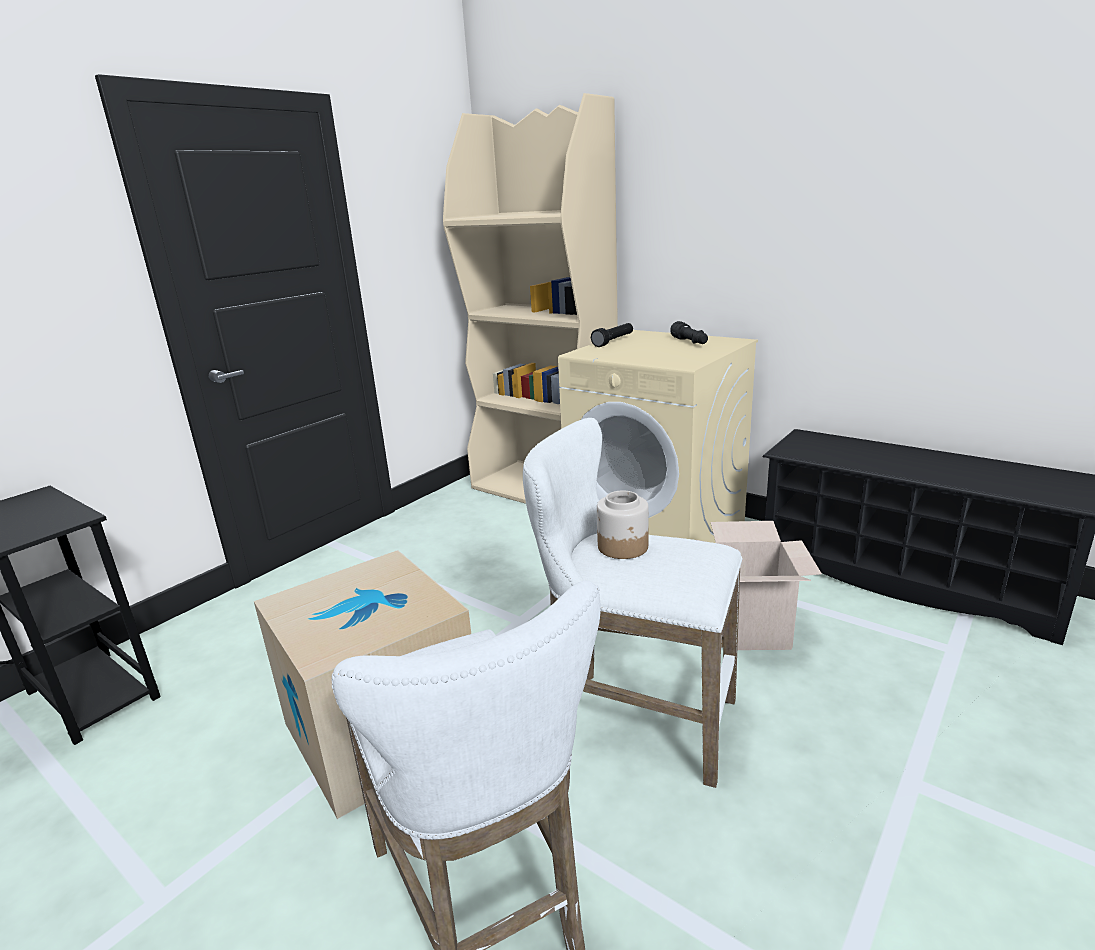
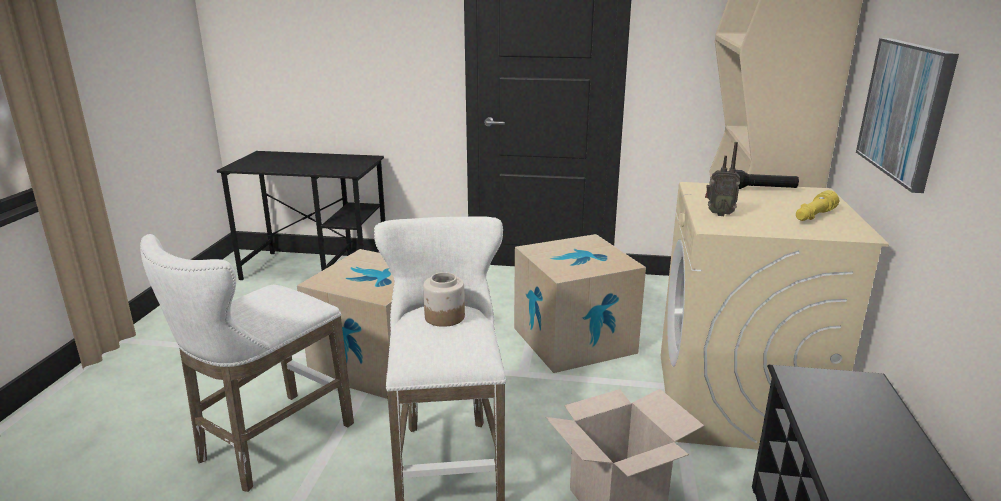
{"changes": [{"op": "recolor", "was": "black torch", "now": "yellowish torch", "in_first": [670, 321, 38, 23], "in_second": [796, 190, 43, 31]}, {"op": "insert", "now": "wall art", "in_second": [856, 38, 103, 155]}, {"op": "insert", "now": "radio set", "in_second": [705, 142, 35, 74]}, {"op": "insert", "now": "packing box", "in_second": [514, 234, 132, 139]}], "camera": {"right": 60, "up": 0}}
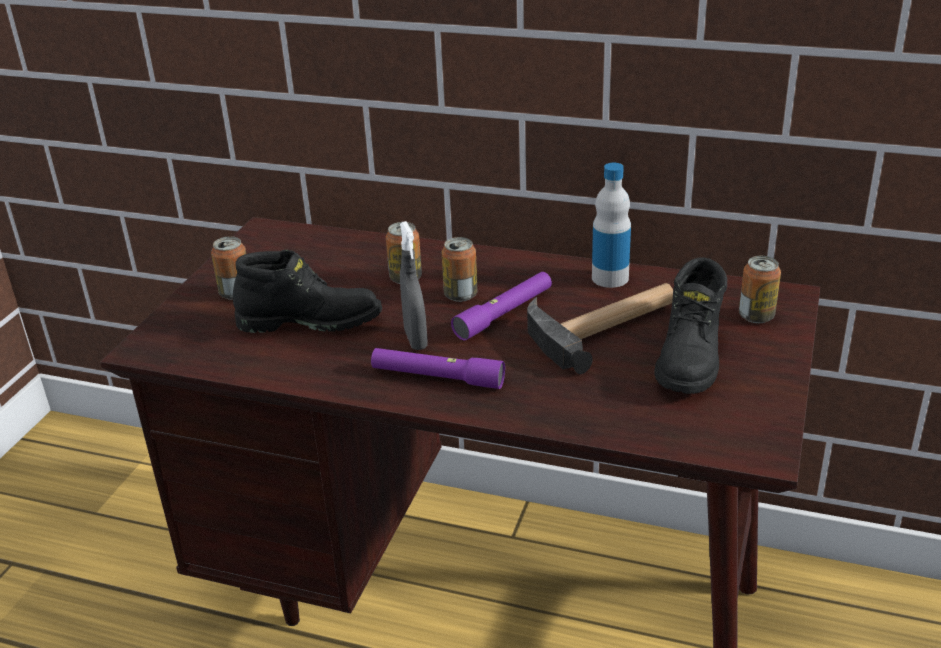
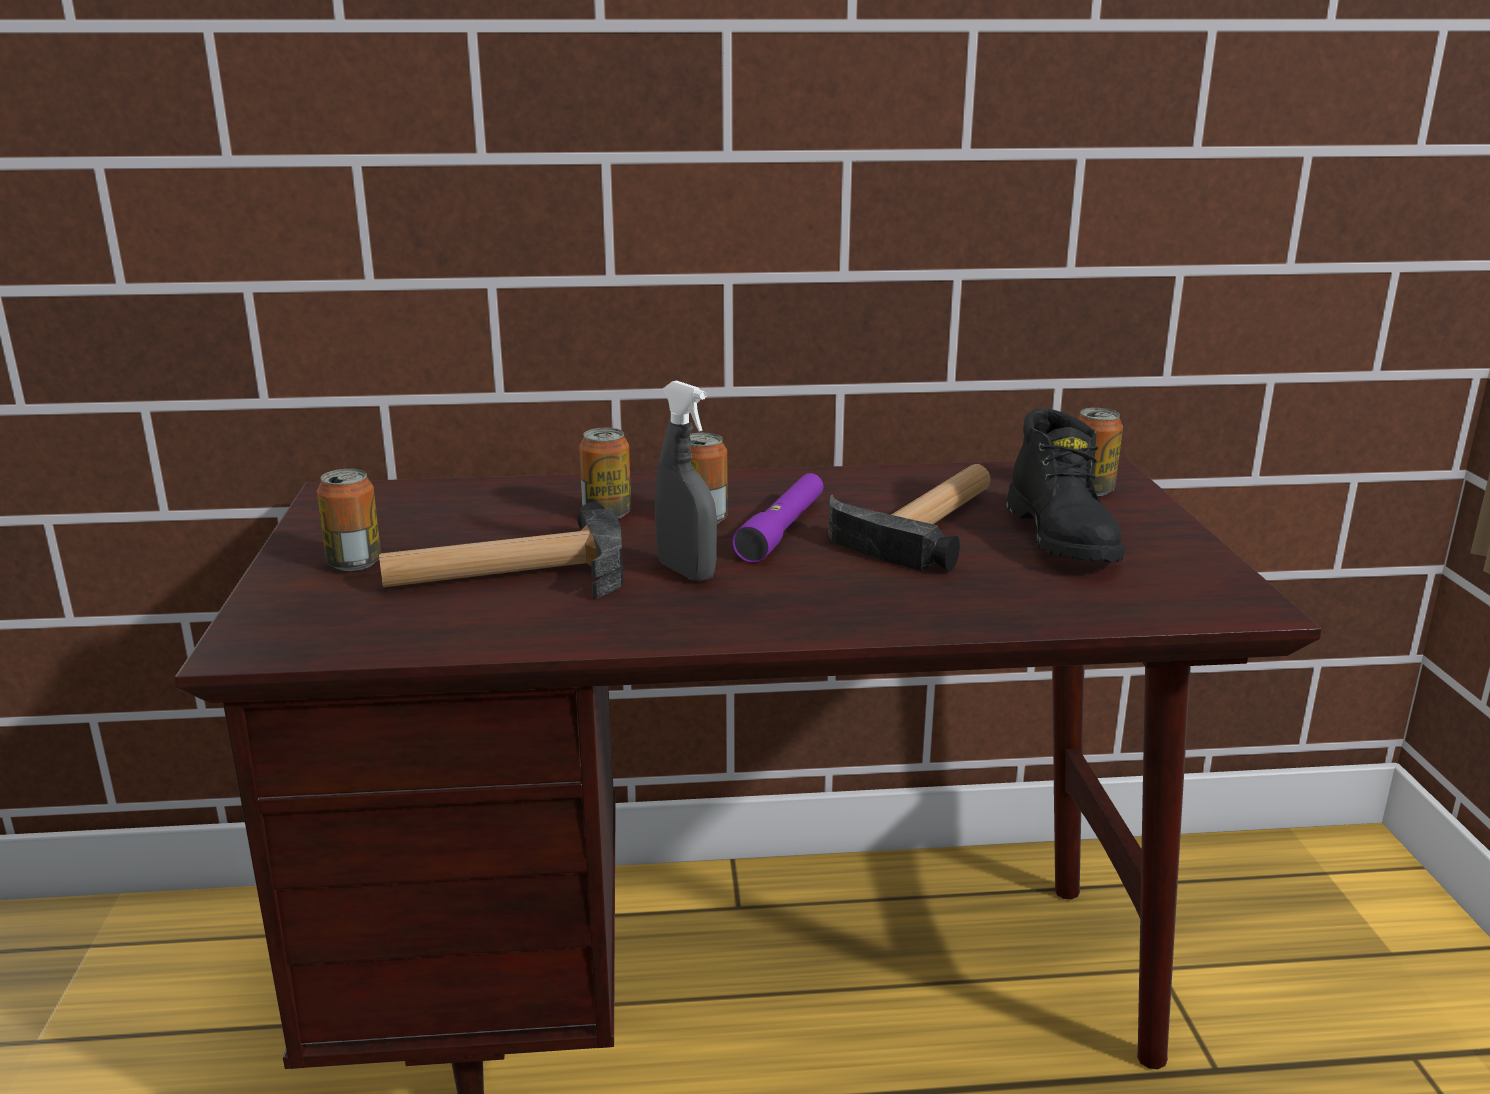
{"changes": [{"op": "delete", "was": "drink bottle", "in_first": [592, 163, 39, 125]}, {"op": "replace", "was": "black tall boot", "now": "hand hammer", "in_first": [233, 250, 149, 83], "in_second": [379, 502, 244, 97]}, {"op": "delete", "was": "purplish torch", "in_first": [371, 348, 134, 41]}], "camera": {"right": -25, "up": -10}}
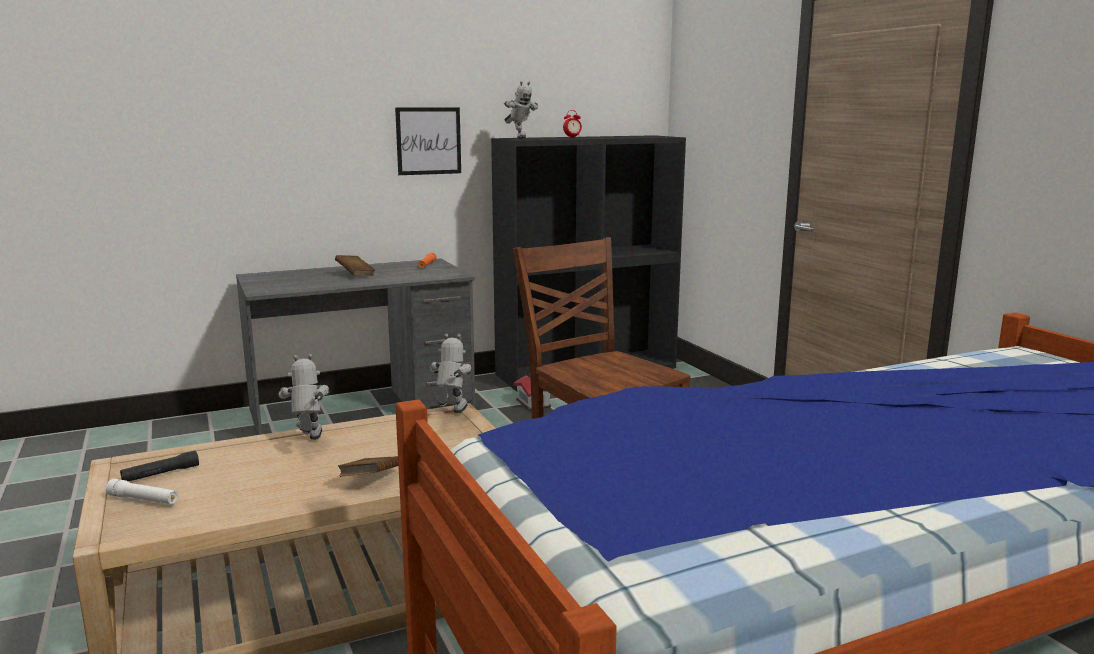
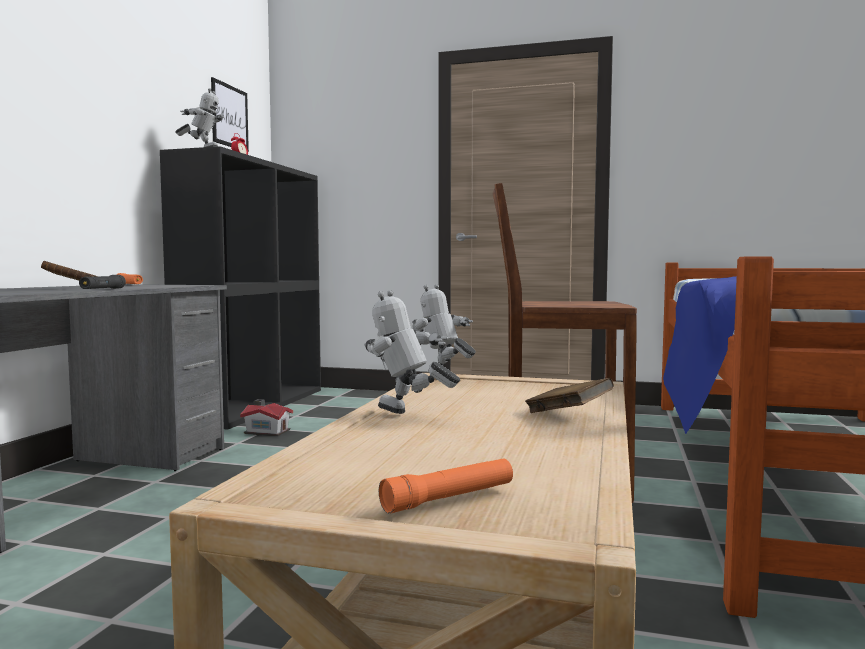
{"changes": [{"op": "move", "was": "wall art", "in_first": [395, 108, 66, 67], "in_second": [211, 77, 38, 75]}, {"op": "move", "was": "black torch", "in_first": [120, 450, 79, 31], "in_second": [79, 275, 47, 14]}, {"op": "recolor", "was": "white torch", "now": "orange-coloured torch", "in_first": [106, 479, 72, 25], "in_second": [379, 459, 134, 54]}], "camera": {"right": -50, "up": -10}}
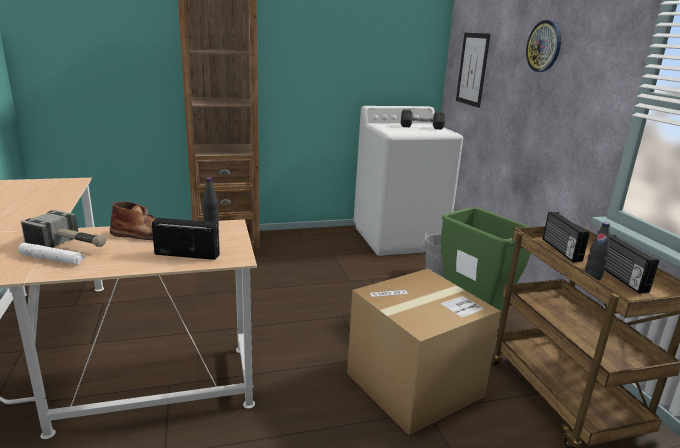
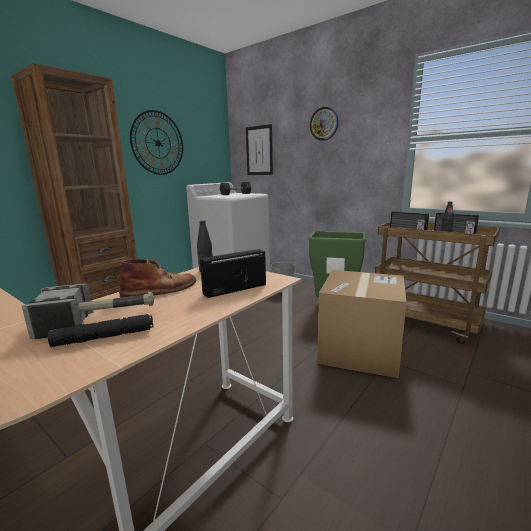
{"changes": [{"op": "recolor", "was": "white torch", "now": "black torch", "in_first": [18, 243, 67, 22], "in_second": [48, 314, 105, 33]}, {"op": "insert", "now": "wall clock", "in_second": [130, 110, 53, 65]}], "camera": {"right": -35, "up": -5}}
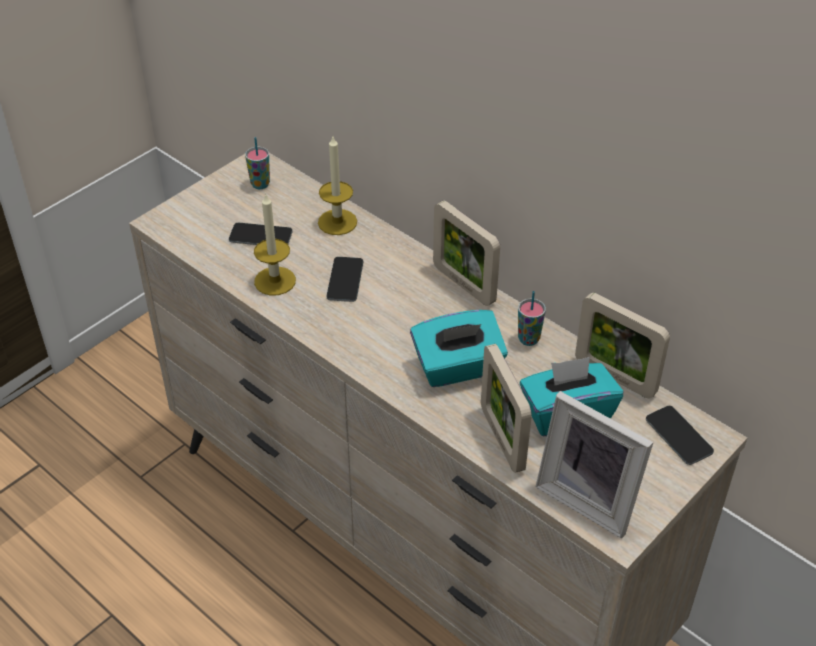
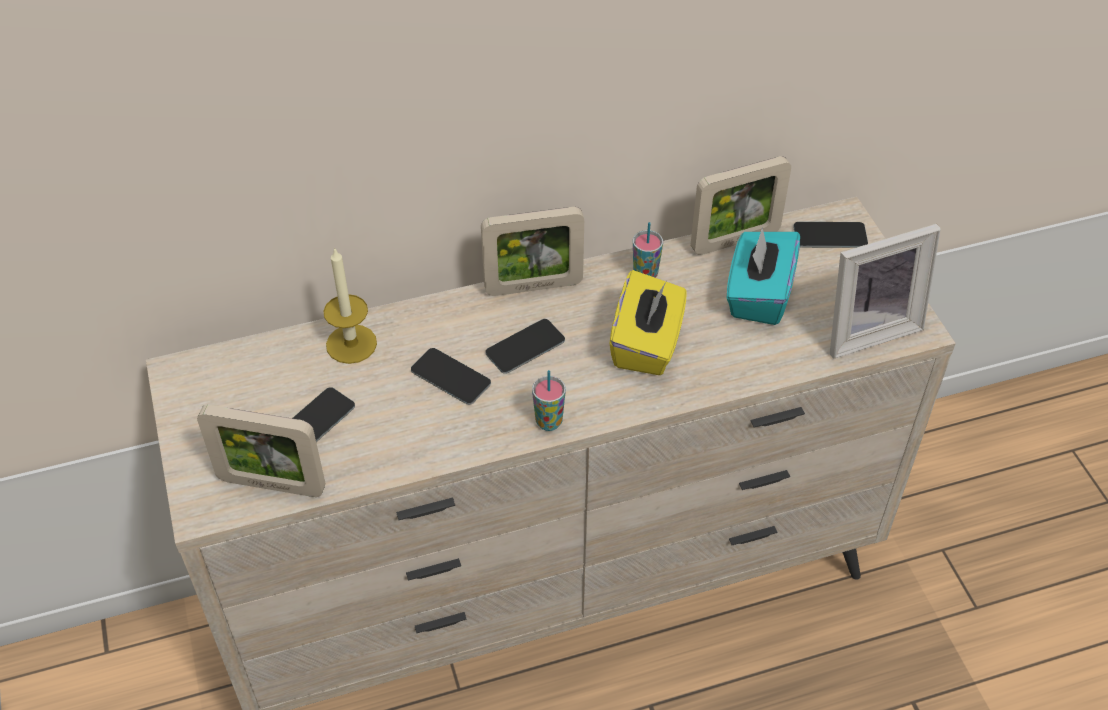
{"changes": [{"op": "move", "was": "small cup", "in_first": [245, 137, 25, 52], "in_second": [532, 370, 34, 61]}, {"op": "delete", "was": "wax light", "in_first": [254, 193, 42, 102]}, {"op": "recolor", "was": "turquoise box of tissues", "now": "yellowish box of tissues", "in_first": [410, 310, 98, 77], "in_second": [609, 270, 78, 105]}, {"op": "move", "was": "standing frame", "in_first": [481, 344, 51, 129], "in_second": [197, 405, 128, 92]}, {"op": "insert", "now": "handset", "in_second": [485, 319, 80, 55]}], "camera": {"right": -60, "up": 5}}
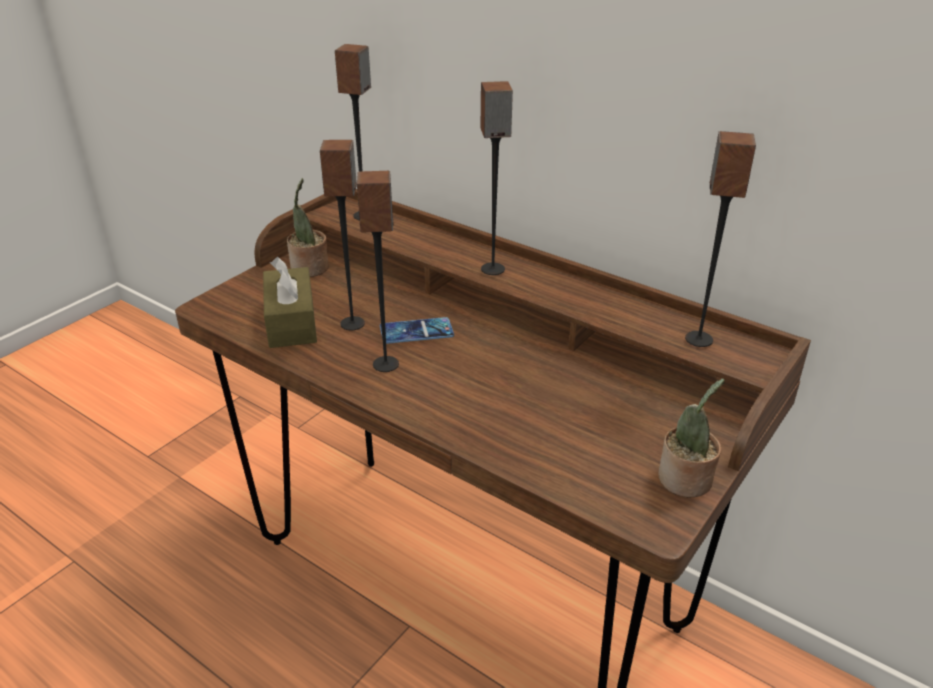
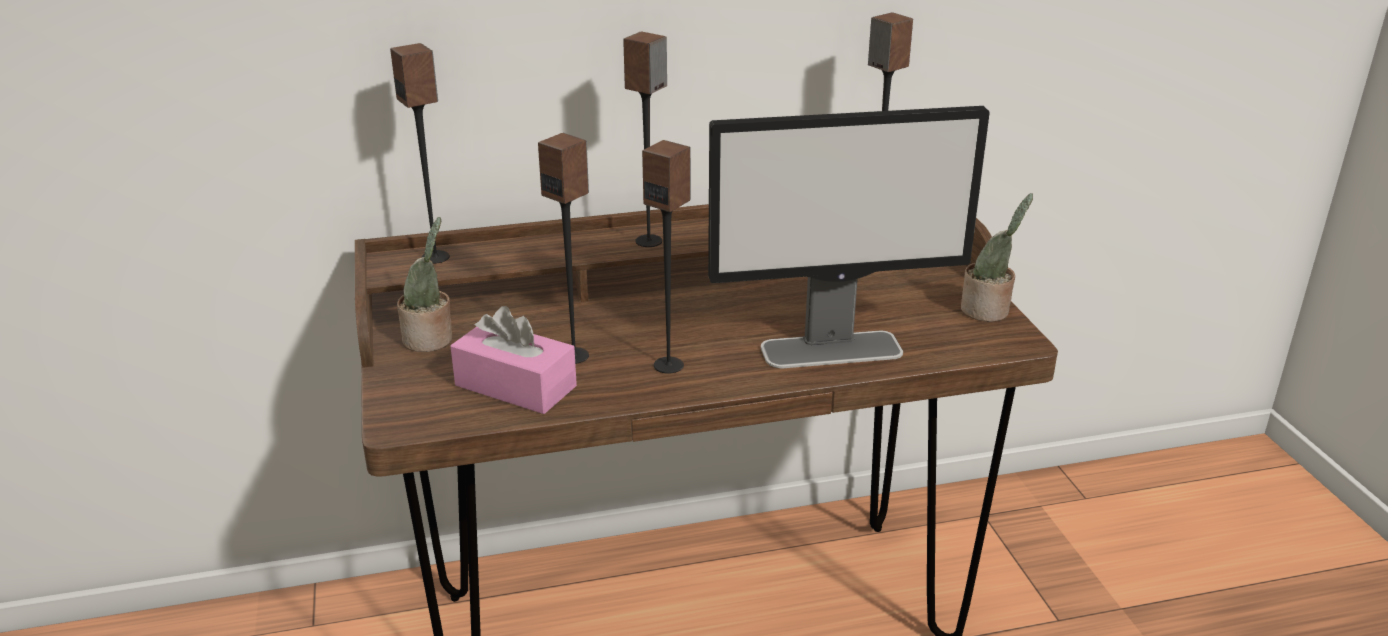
{"changes": [{"op": "recolor", "was": "brown box of tissues", "now": "pink box of tissues", "in_first": [263, 257, 54, 91], "in_second": [450, 306, 127, 108]}, {"op": "delete", "was": "handset", "in_first": [380, 317, 74, 27]}, {"op": "insert", "now": "computer display", "in_second": [708, 106, 282, 262]}], "camera": {"right": -50, "up": -5}}
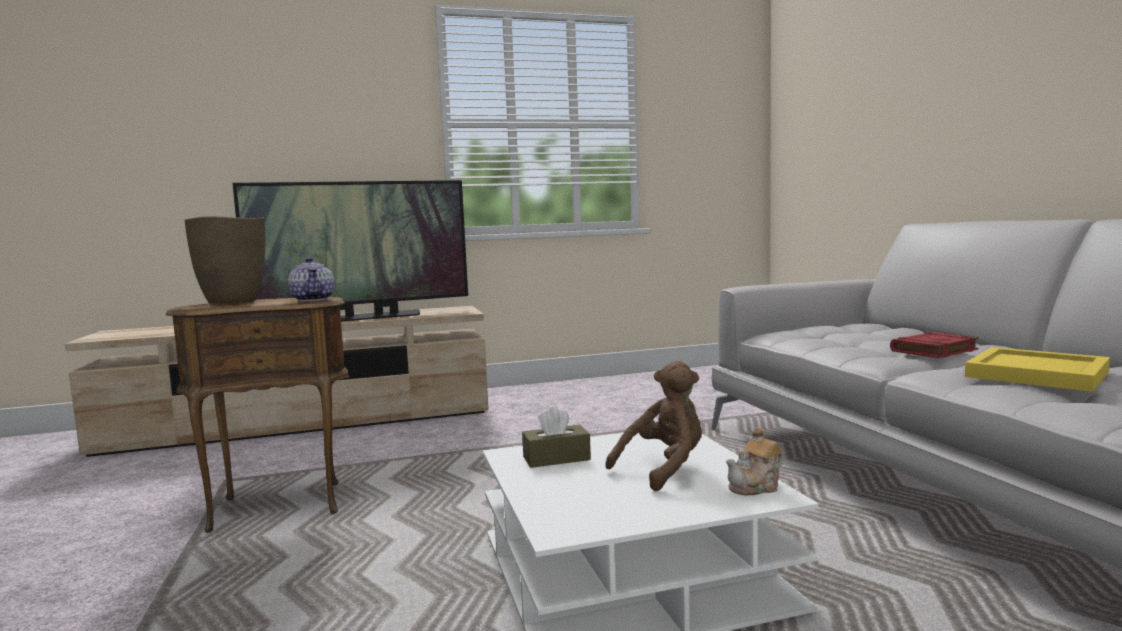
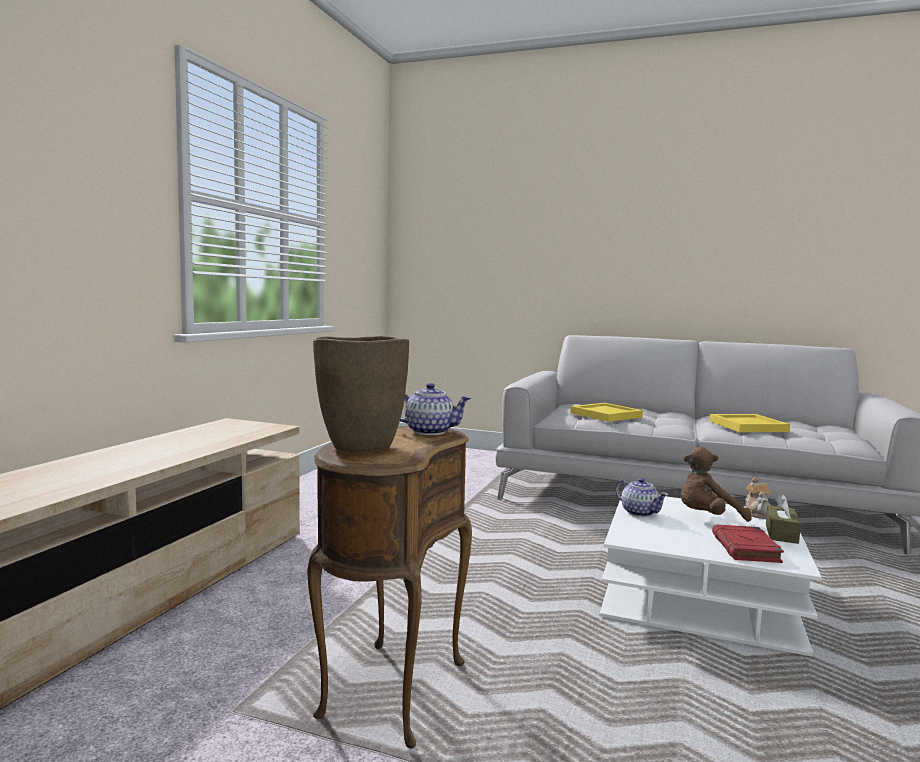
{"changes": [{"op": "delete", "was": "TV", "in_first": [233, 180, 235, 142]}, {"op": "move", "was": "red bound book", "in_first": [890, 332, 89, 26], "in_second": [712, 524, 72, 39]}, {"op": "rotate", "was": "brown soft toy", "in_first": [605, 361, 97, 130], "in_second": [681, 447, 71, 75], "clockwise": -105}, {"op": "move", "was": "brown box of tissues", "in_first": [522, 406, 69, 62], "in_second": [766, 494, 35, 50]}, {"op": "insert", "now": "yellowish tray", "in_second": [570, 403, 73, 19]}, {"op": "insert", "now": "pot for tea", "in_second": [615, 478, 53, 39]}], "camera": {"right": -55, "up": 0}}
